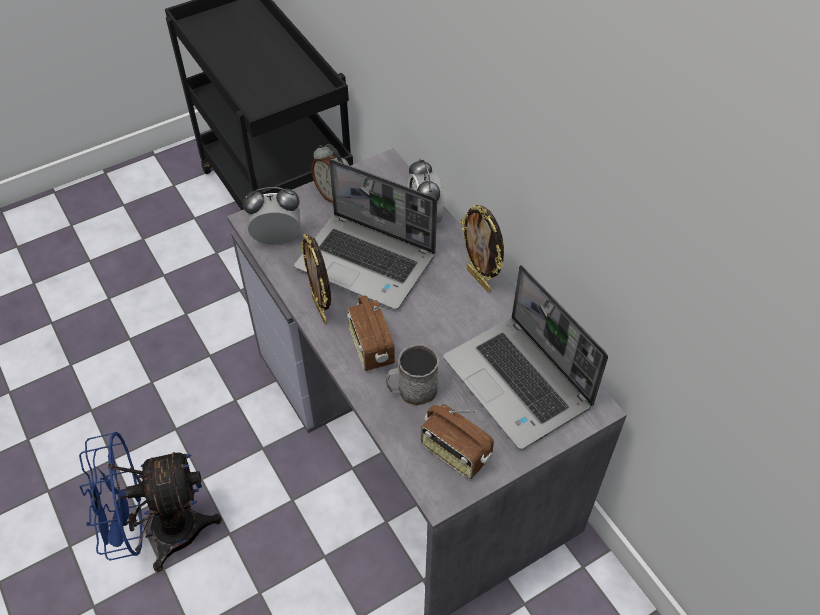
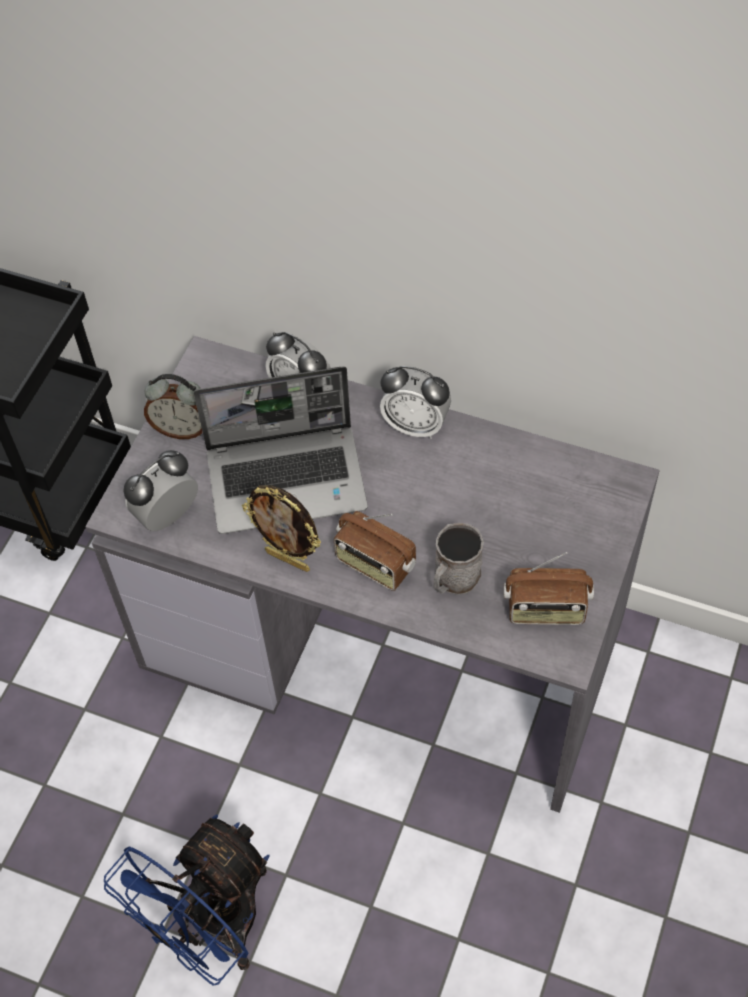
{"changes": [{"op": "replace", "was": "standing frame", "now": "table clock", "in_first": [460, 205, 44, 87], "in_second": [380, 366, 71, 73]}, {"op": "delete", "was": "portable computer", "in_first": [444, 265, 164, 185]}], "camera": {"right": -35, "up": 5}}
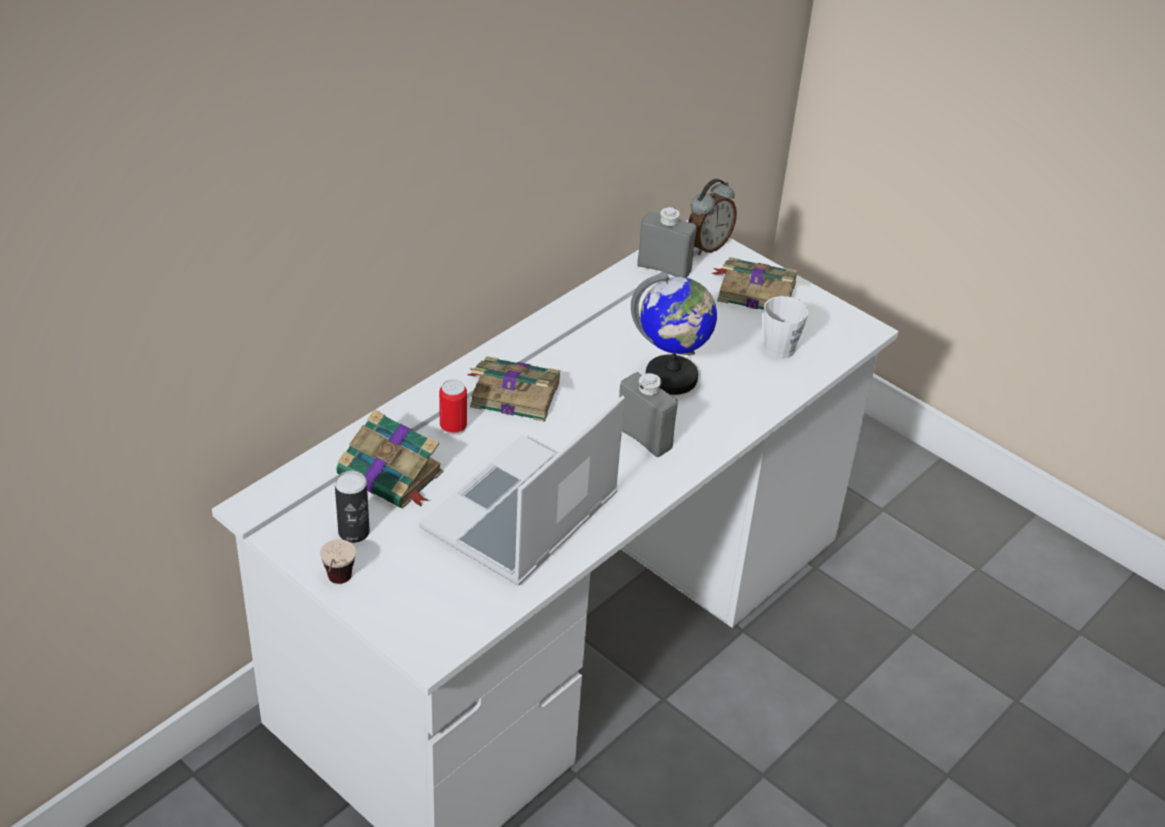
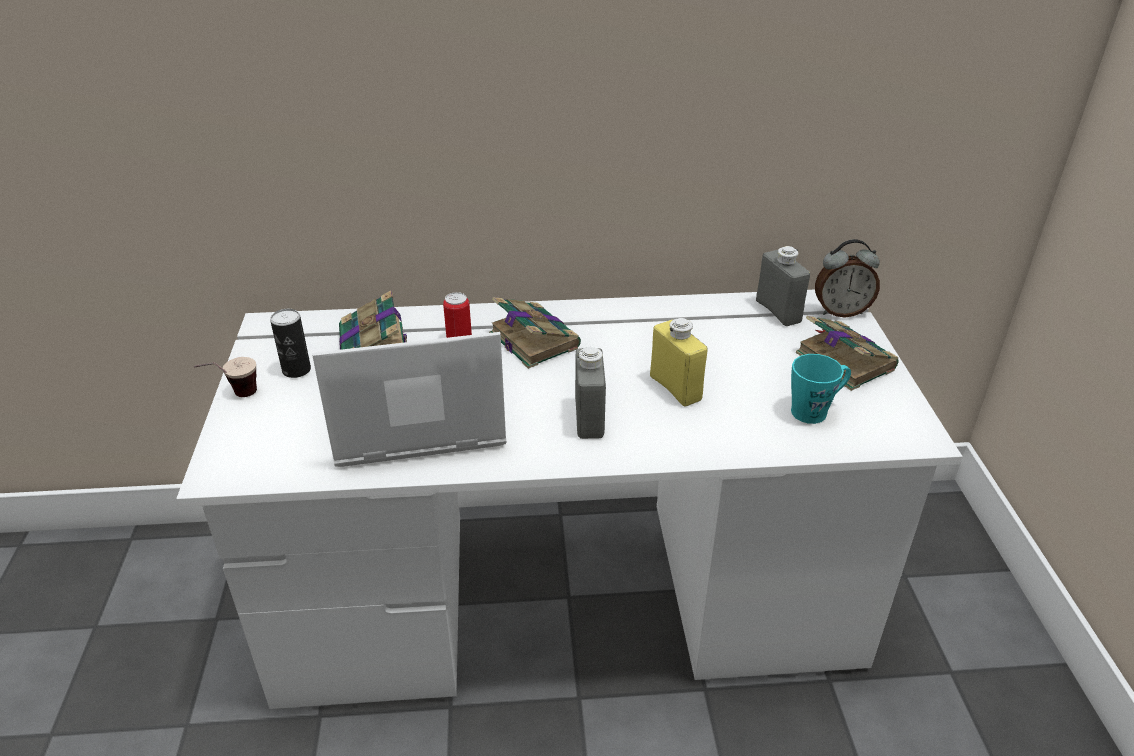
{"changes": [{"op": "replace", "was": "globe", "now": "yellowish drink bottle", "in_first": [631, 272, 86, 123], "in_second": [650, 318, 58, 89]}, {"op": "recolor", "was": "white coffee mug", "now": "turquoise coffee mug", "in_first": [763, 296, 45, 63], "in_second": [791, 354, 60, 70]}], "camera": {"right": 45, "up": -5}}
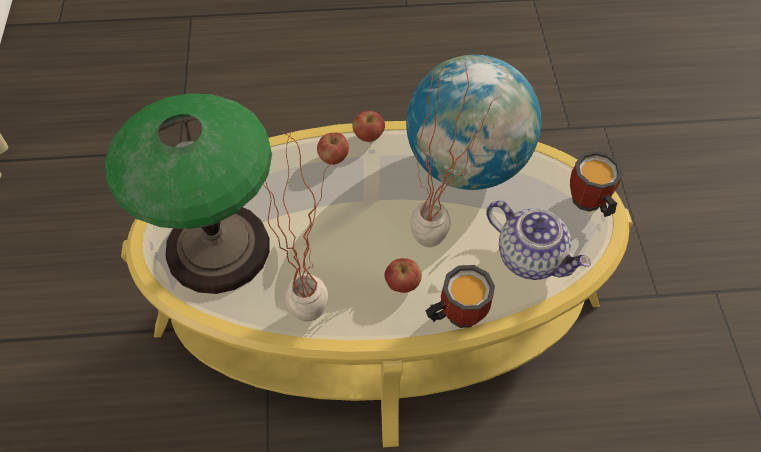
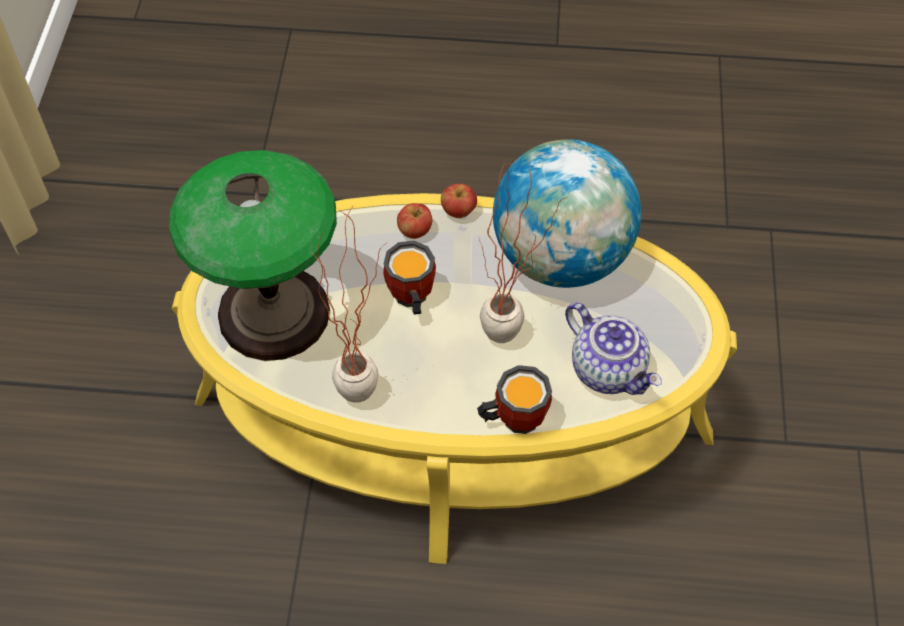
{"changes": [{"op": "move", "was": "coffee mug", "in_first": [570, 150, 53, 67], "in_second": [383, 241, 53, 74]}, {"op": "delete", "was": "whole apple", "in_first": [384, 258, 38, 35]}], "camera": {"right": 10, "up": 0}}
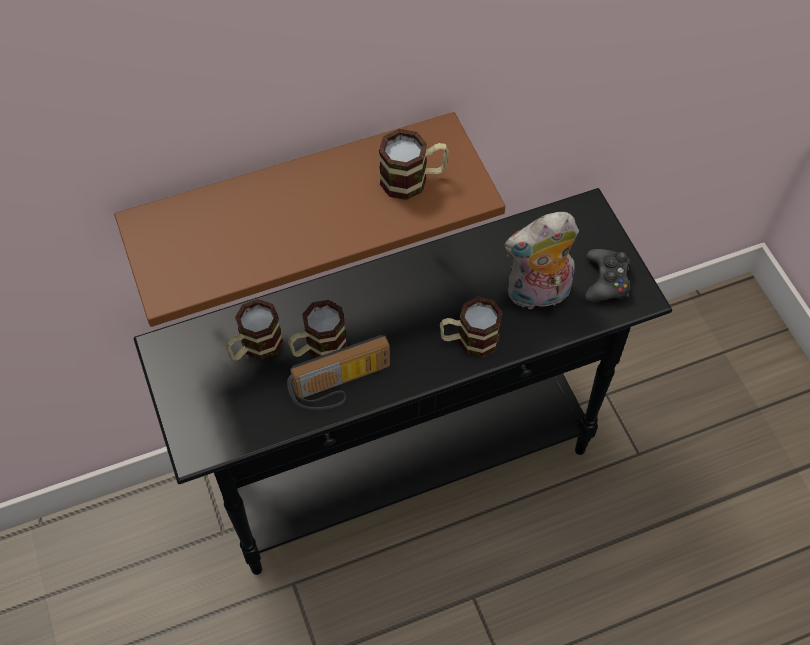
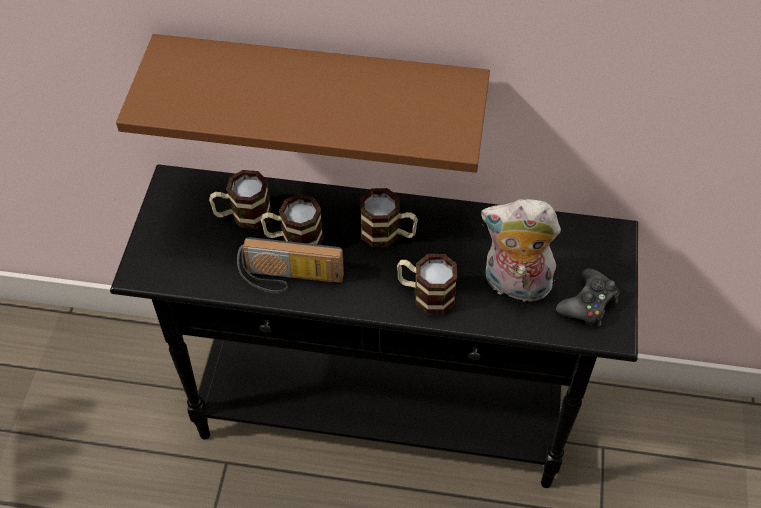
{"changes": [{"op": "move", "was": "coffee mug", "in_first": [379, 129, 70, 71], "in_second": [360, 188, 58, 59]}], "camera": {"right": 30, "up": -5}}
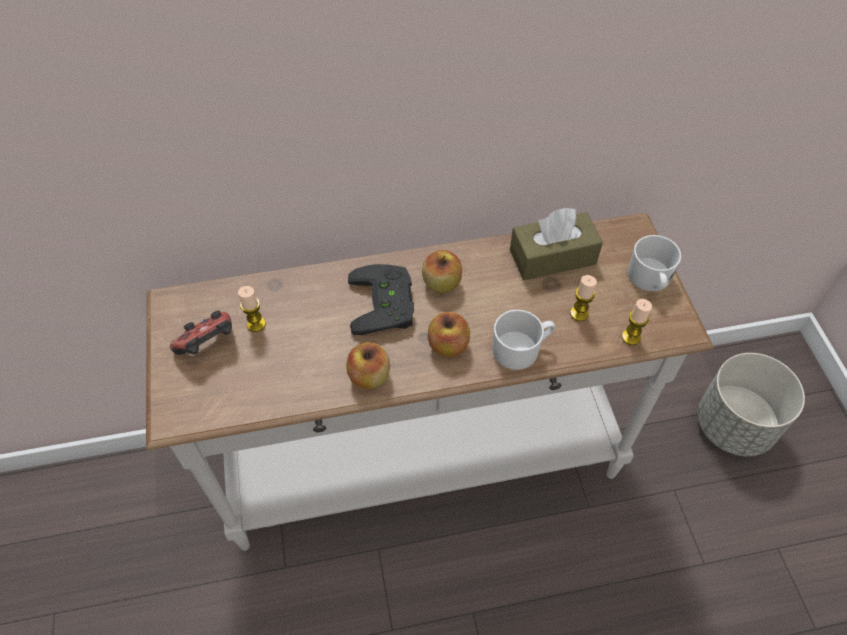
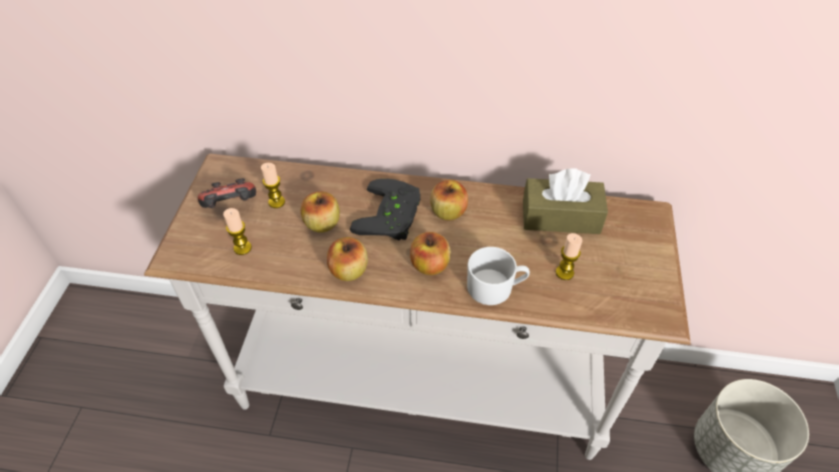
{"changes": [{"op": "delete", "was": "white coffee mug", "in_first": [628, 235, 53, 56]}, {"op": "move", "was": "wax light", "in_first": [622, 299, 30, 46], "in_second": [223, 208, 29, 47]}, {"op": "insert", "now": "whole apple", "in_second": [301, 191, 39, 42]}], "camera": {"right": 20, "up": -5}}
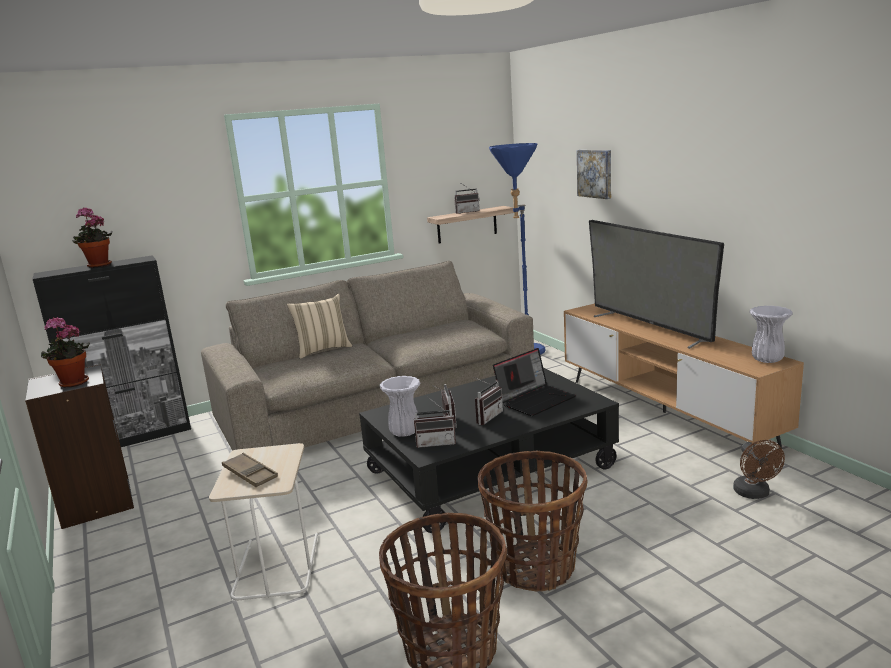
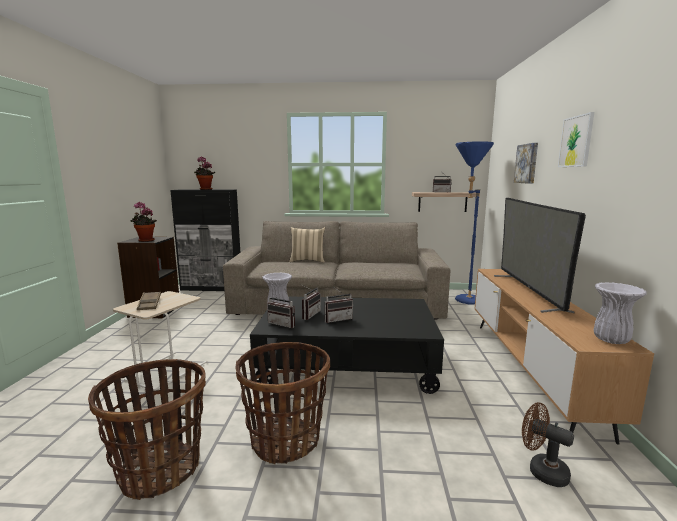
{"changes": [{"op": "delete", "was": "portable computer", "in_first": [493, 348, 83, 68]}, {"op": "rotate", "was": "brown electric fan", "in_first": [733, 440, 52, 59], "in_second": [522, 402, 52, 85], "clockwise": 105}, {"op": "insert", "now": "wall art", "in_second": [558, 112, 36, 55]}], "camera": {"right": 30, "up": -5}}
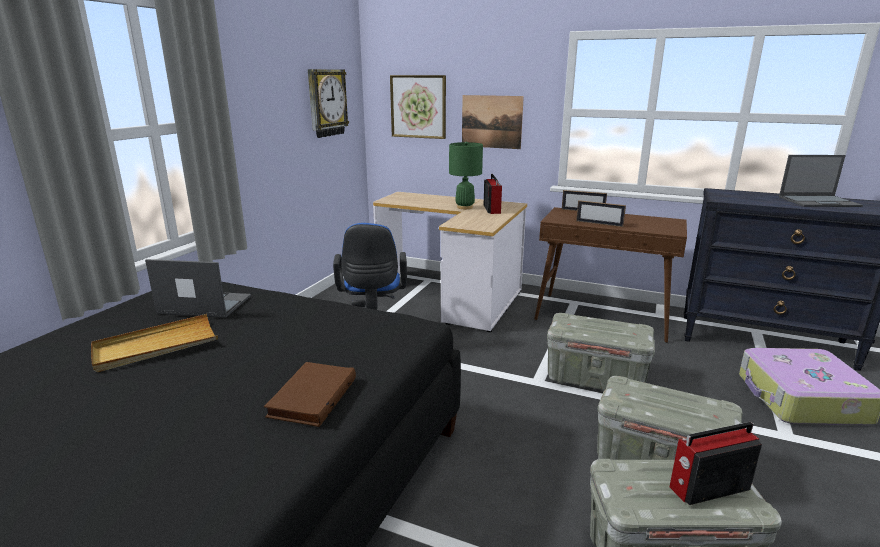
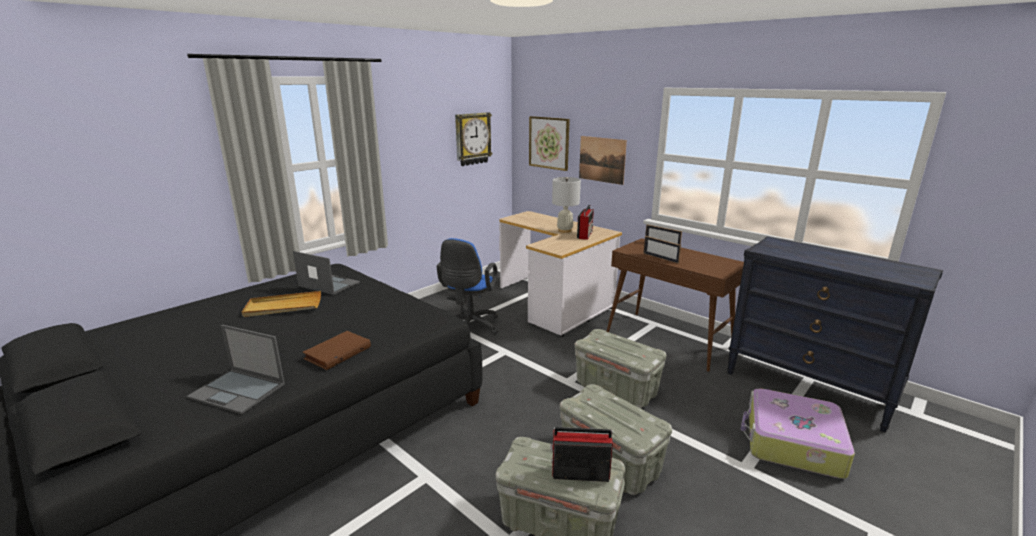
{"changes": [{"op": "recolor", "was": "green-coloured lamp for a table", "now": "white lamp for a table", "in_first": [449, 141, 34, 68], "in_second": [552, 177, 29, 56]}, {"op": "move", "was": "portable computer", "in_first": [779, 155, 84, 52], "in_second": [187, 325, 98, 89]}], "camera": {"right": 20, "up": 0}}
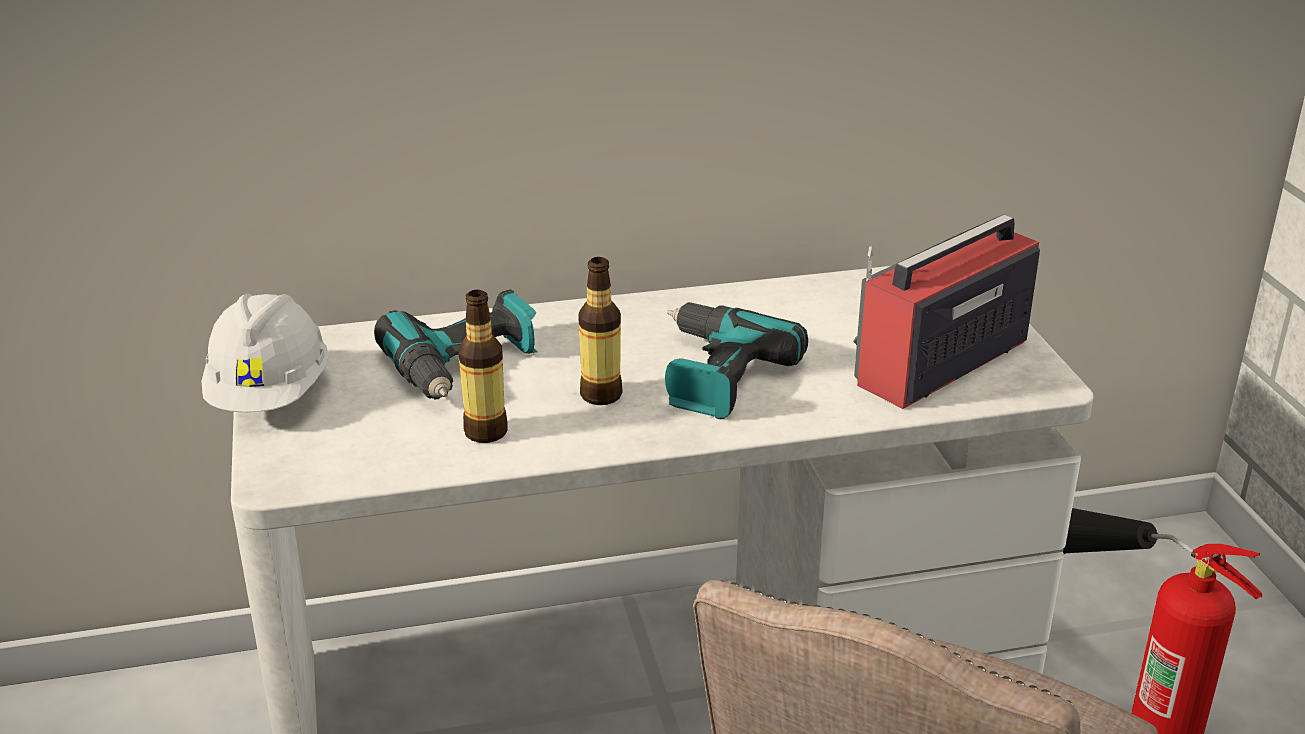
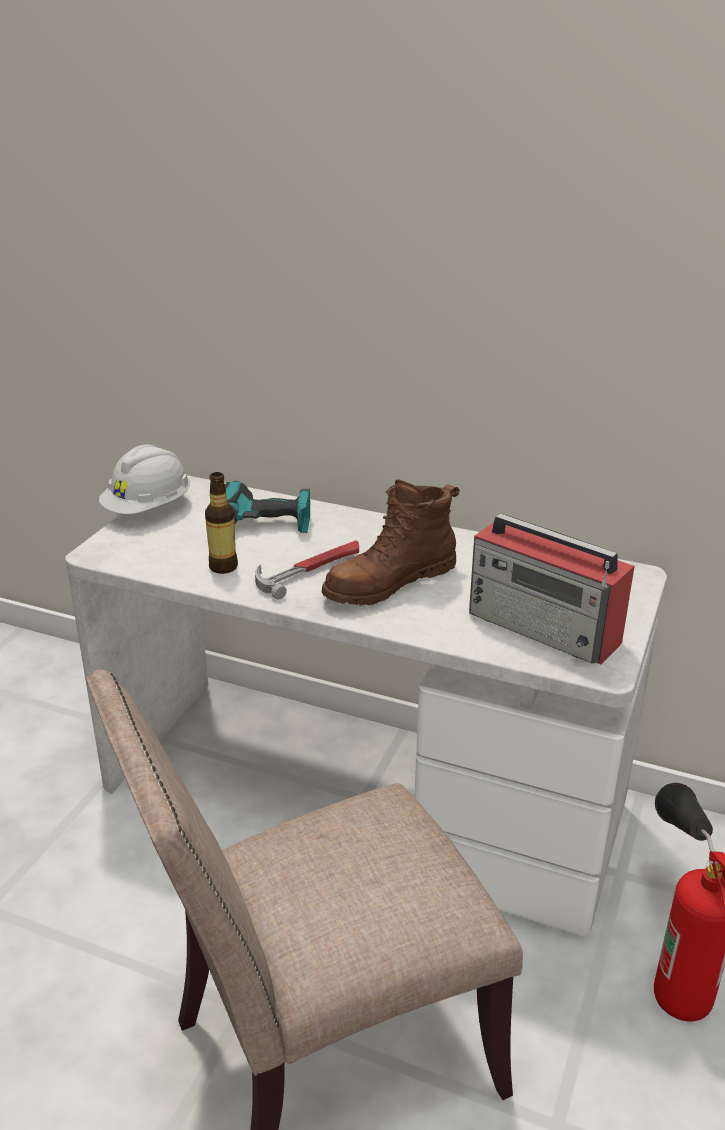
{"changes": [{"op": "rotate", "was": "radio set", "in_first": [853, 214, 187, 195], "in_second": [469, 513, 166, 151], "clockwise": -135}, {"op": "replace", "was": "drink bottle", "now": "hand hammer", "in_first": [578, 257, 45, 148], "in_second": [255, 540, 104, 59]}, {"op": "replace", "was": "electric drill", "now": "brown tall boot", "in_first": [665, 302, 143, 117], "in_second": [321, 479, 139, 126]}], "camera": {"right": 35, "up": 0}}
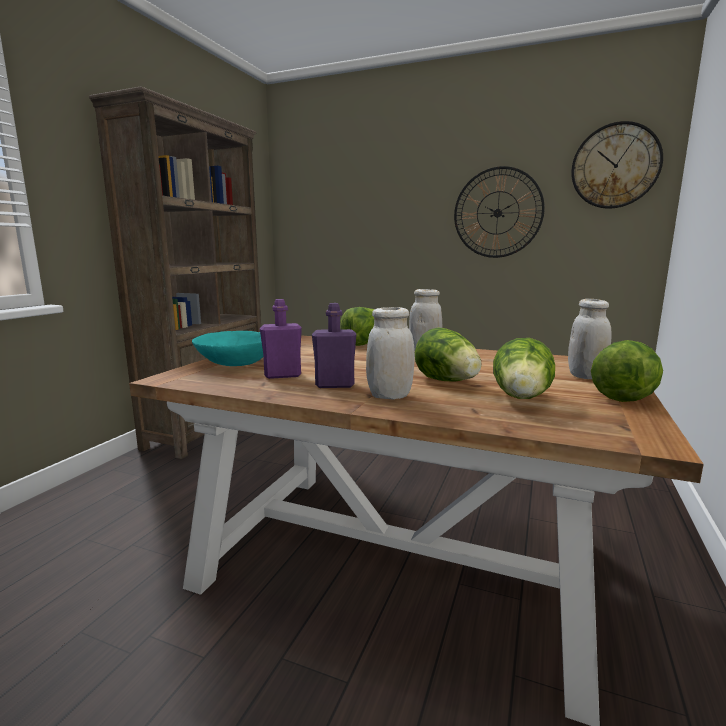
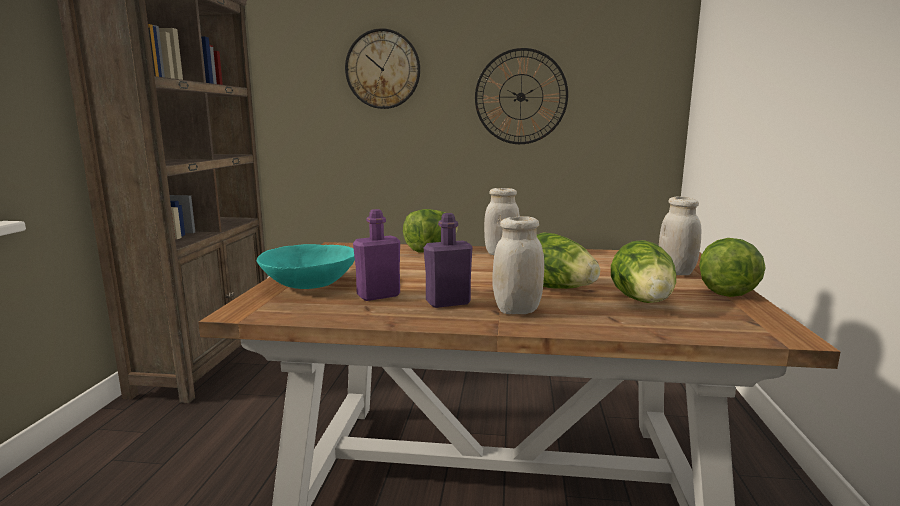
{"changes": [{"op": "move", "was": "wall clock", "in_first": [571, 121, 92, 88], "in_second": [345, 28, 75, 81]}], "camera": {"right": -15, "up": 0}}
